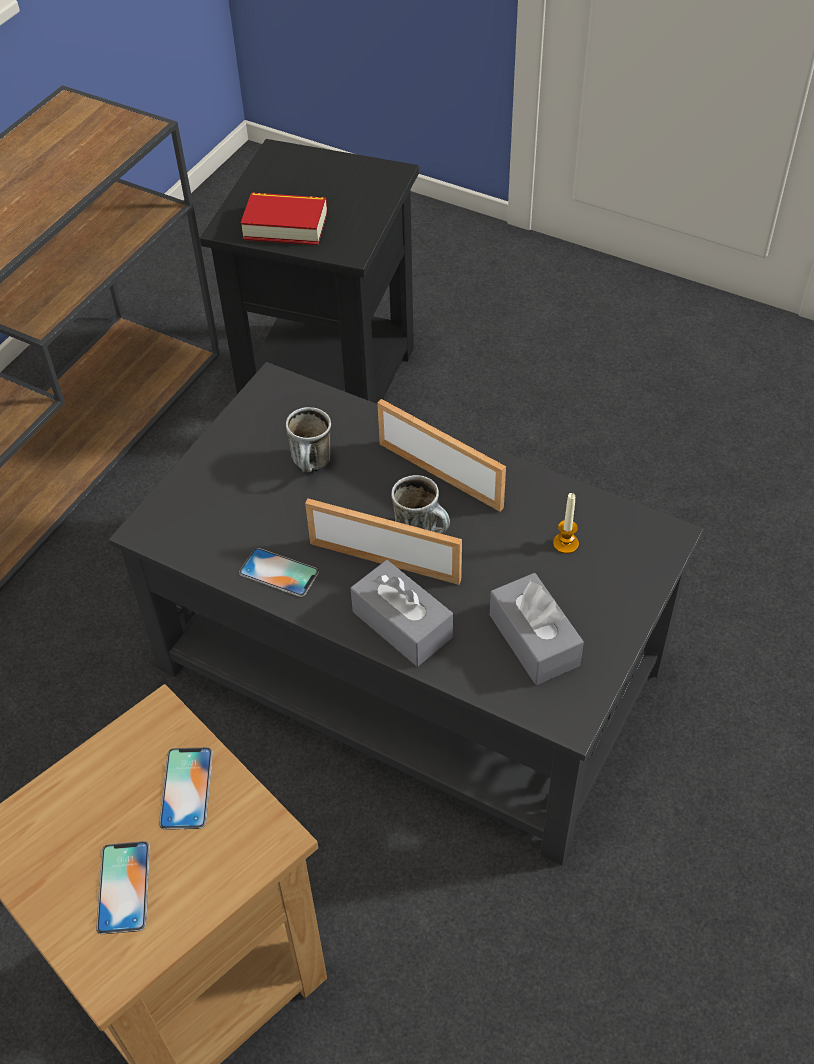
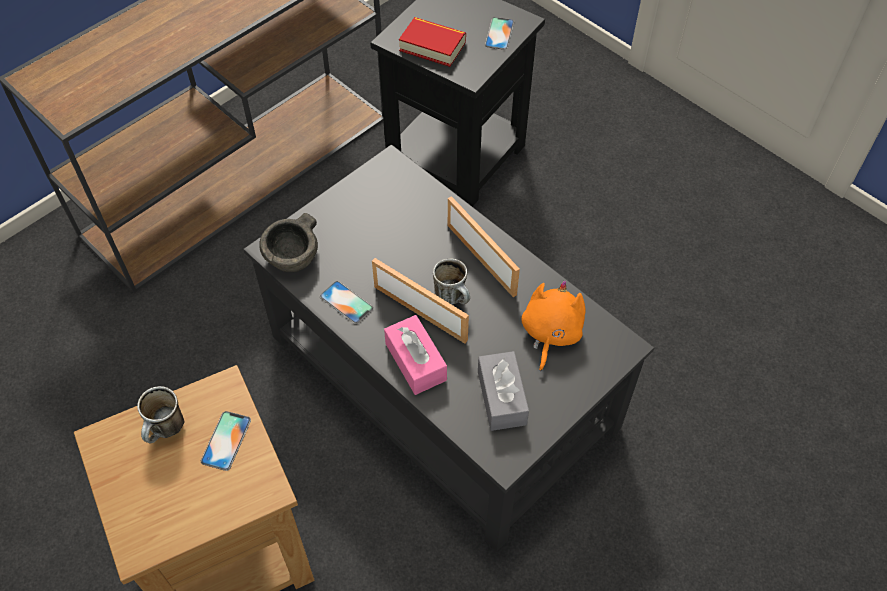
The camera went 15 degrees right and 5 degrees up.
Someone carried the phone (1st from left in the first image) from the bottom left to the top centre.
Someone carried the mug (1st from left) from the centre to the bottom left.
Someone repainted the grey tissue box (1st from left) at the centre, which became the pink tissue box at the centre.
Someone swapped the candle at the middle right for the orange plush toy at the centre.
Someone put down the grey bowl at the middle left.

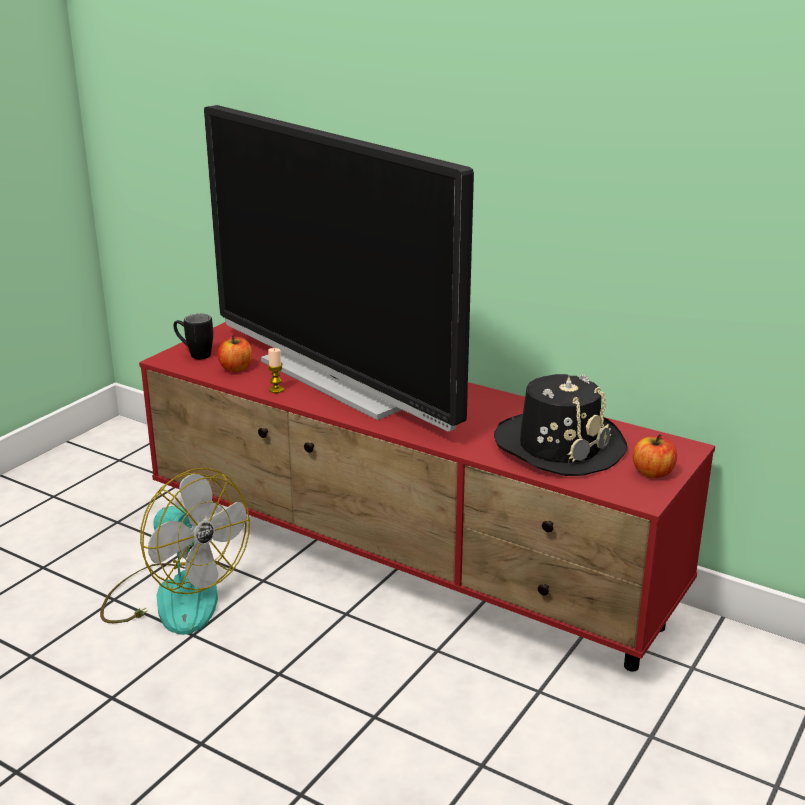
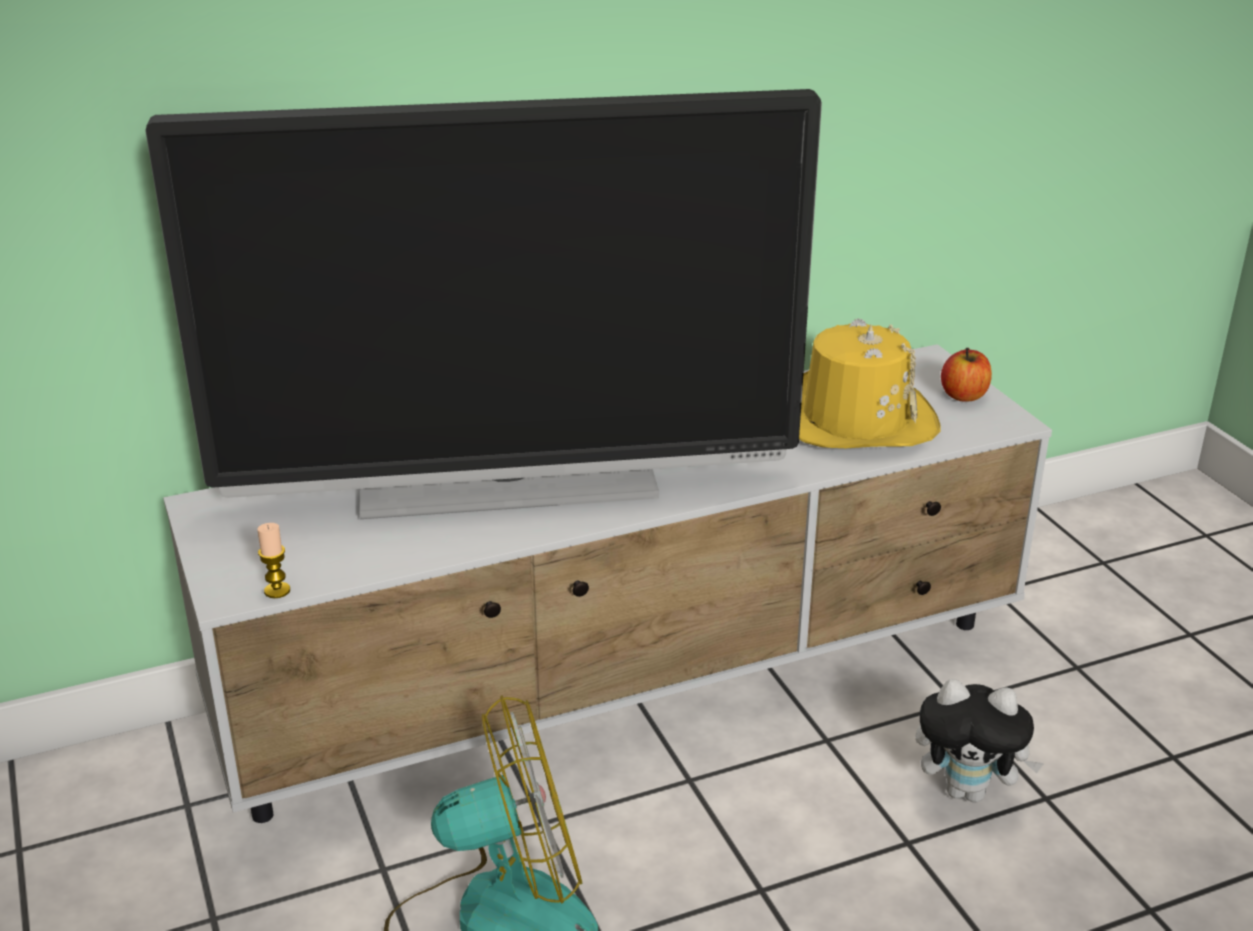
The camera went 55 degrees left and 5 degrees up.
Someone repainted the red tv stand at the centre, which became the white tv stand at the centre.
Someone took away the black mug at the middle left.
Someone took away the apple (1st from left) at the middle left.
Someone carried the candle from the centre to the middle left.
Someone repainted the black hat at the middle right, which became the yellow hat at the middle right.
Someone put down the plush toy at the bottom right.

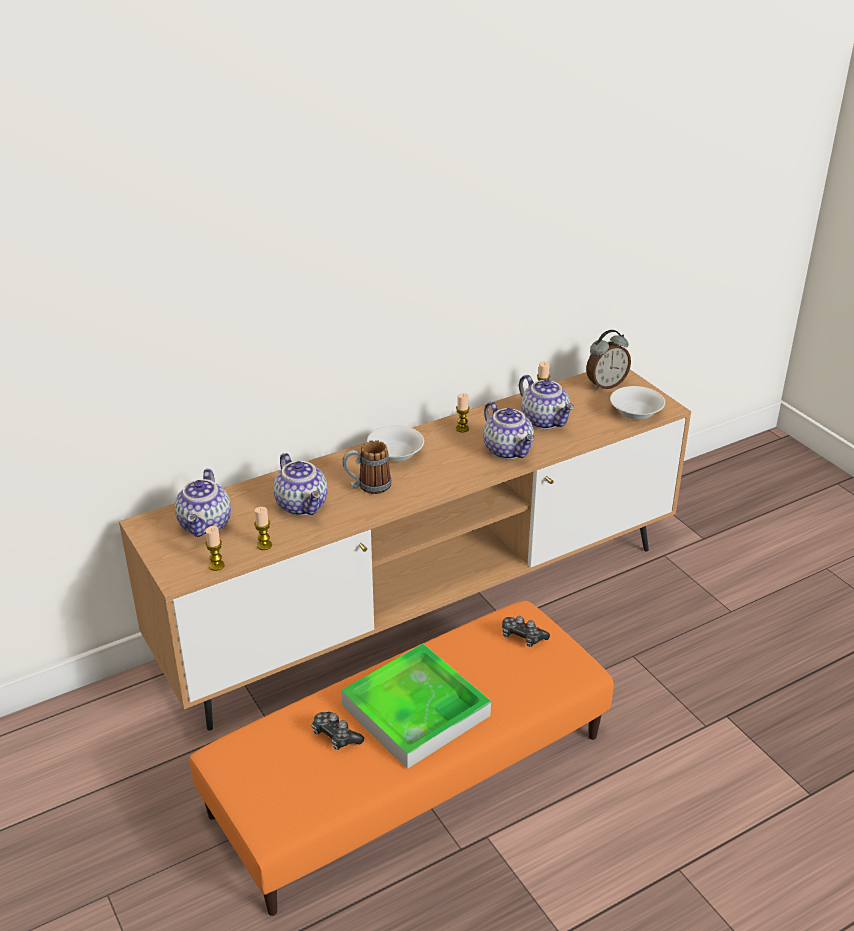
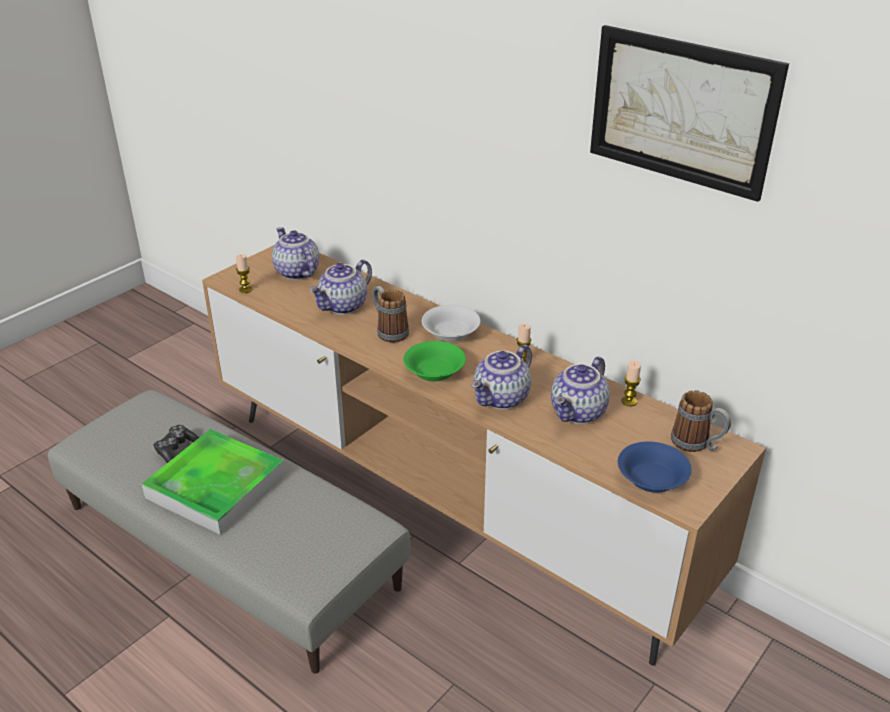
The camera went 70 degrees right and 0 degrees up.
Someone rotated the teapot (1st from left) at the middle left by 75 degrees clockwise.
Someone repainted the orange ottoman at the bottom centre, which became the grey ottoman at the bottom left.
Someone took away the candle (2nd from left) at the middle left.
Someone took away the game controller (2nd from left) at the bottom centre.
Someone swapped the alarm clock at the middle right for the mug (2nd from left) at the middle right.
Someone repainted the white bowl (2nd from left) at the middle right, which became the blue bowl at the middle right.
Someone put down the green bowl at the centre.
Someone put up the picture at the top right.

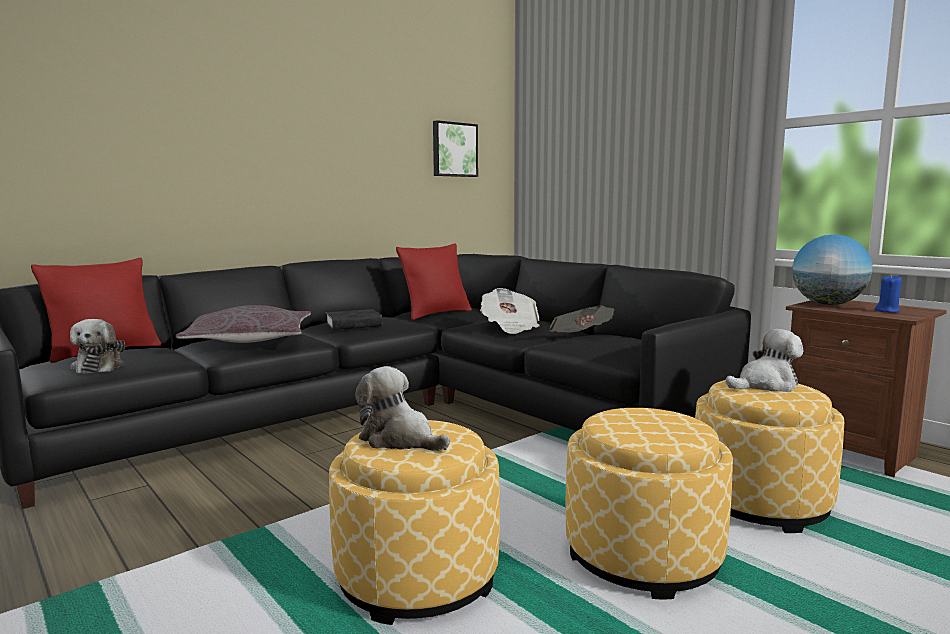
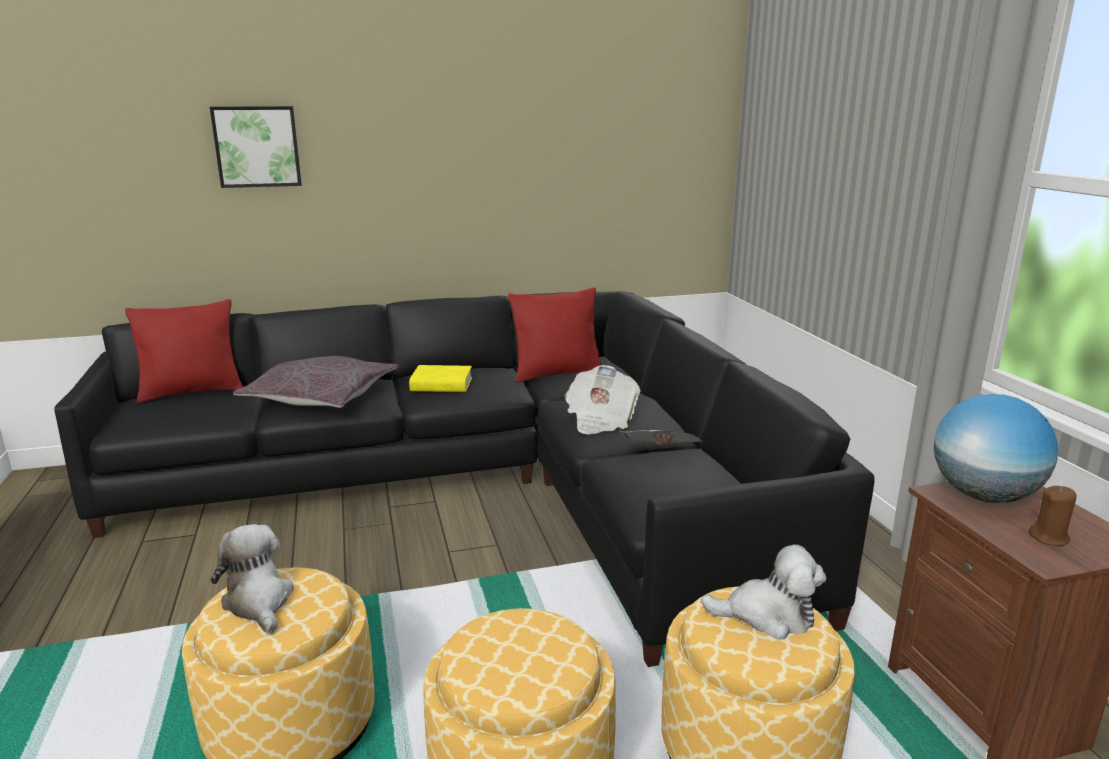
The camera went 25 degrees right and 10 degrees up.
Someone took away the plush toy (1st from left) at the middle left.
Someone repainted the black book at the centre, which became the yellow book at the centre.
Someone carried the picture from the top centre to the top left.
Someone repainted the blue candle at the middle right, which became the brown candle at the bottom right.

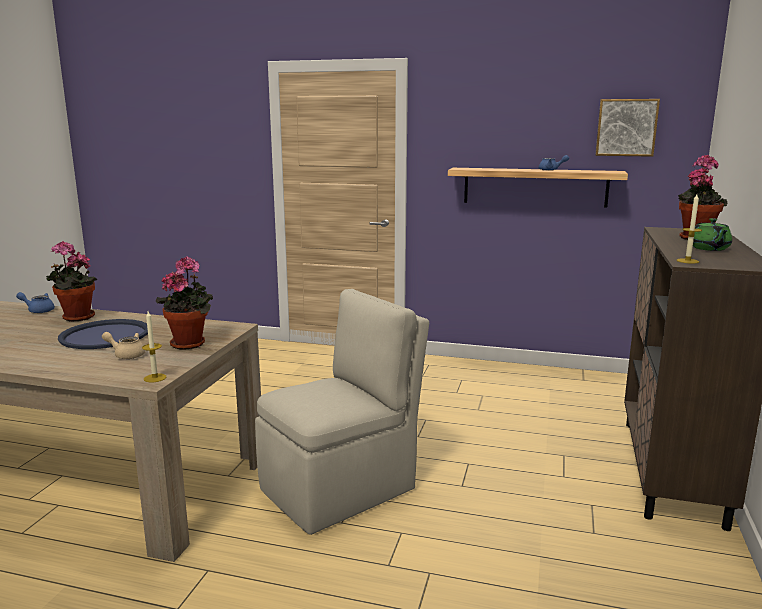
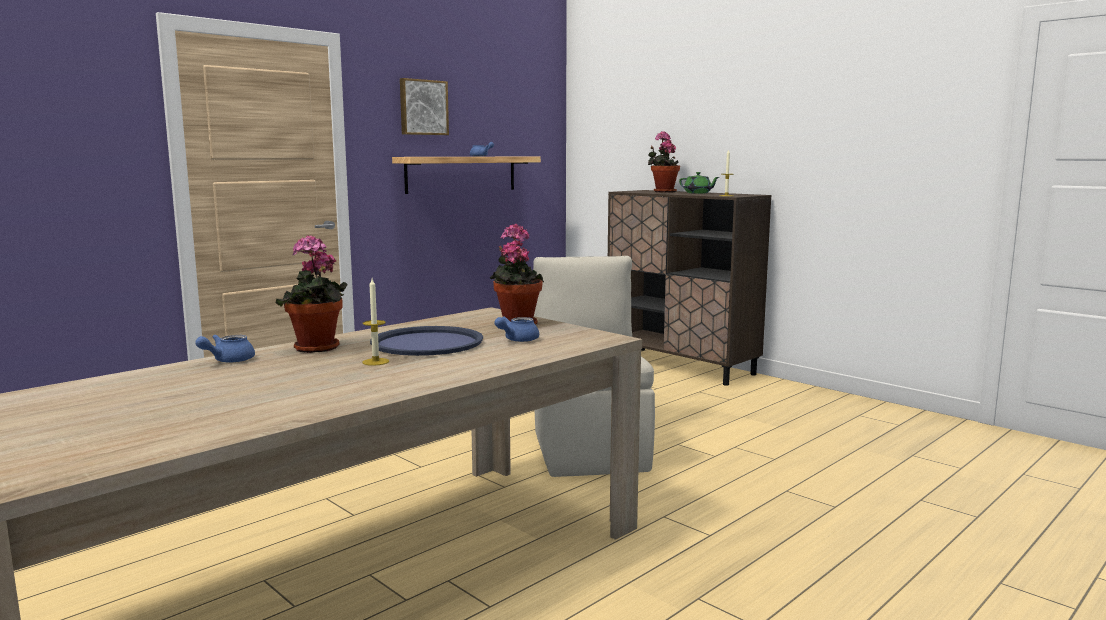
The camera went 60 degrees left and 5 degrees down.
Someone repainted the beige teapot at the middle left, which became the blue teapot (3rd from left) at the centre.
Someone carried the candle (1st from left) from the middle left to the centre.
Someone carried the picture from the top right to the top centre.

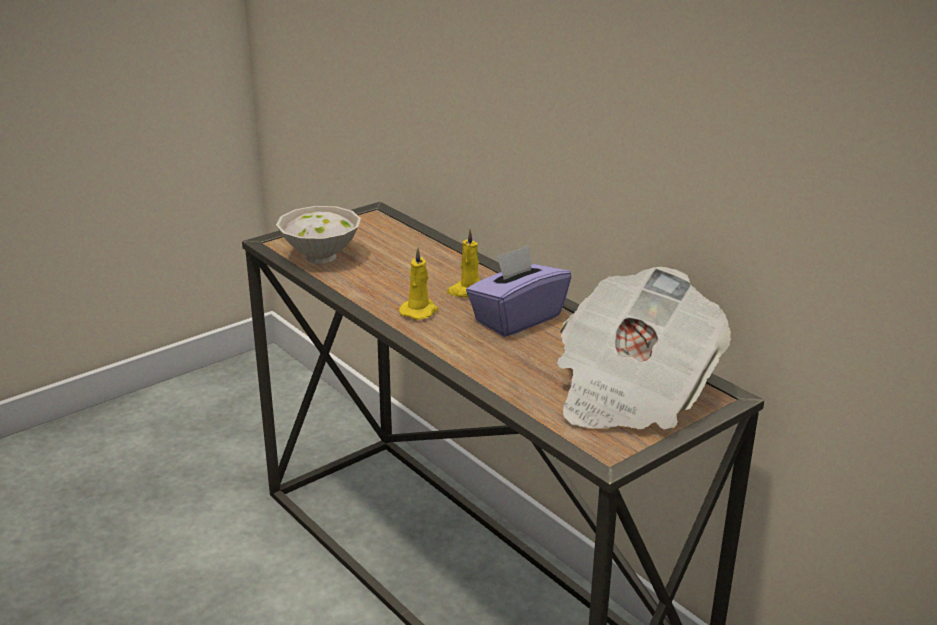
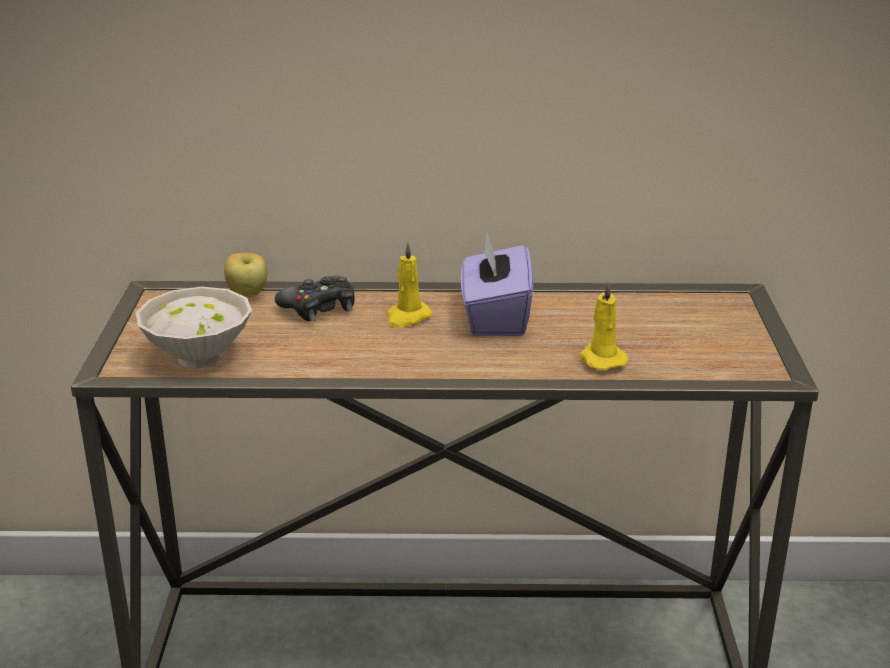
The camera went 50 degrees left and 0 degrees up.
Someone carried the yellow candle (1st from left in the first image) from the centre to the middle right.
Someone took away the newspaper at the middle right.
Someone put down the apple at the middle left.
Someone put down the black game controller at the centre.

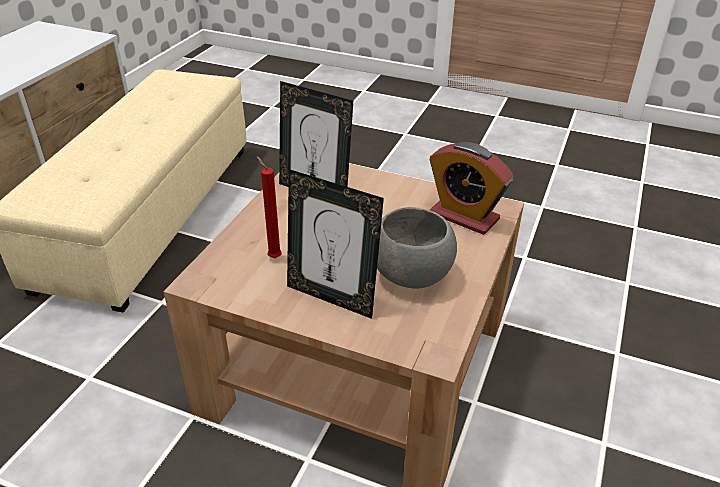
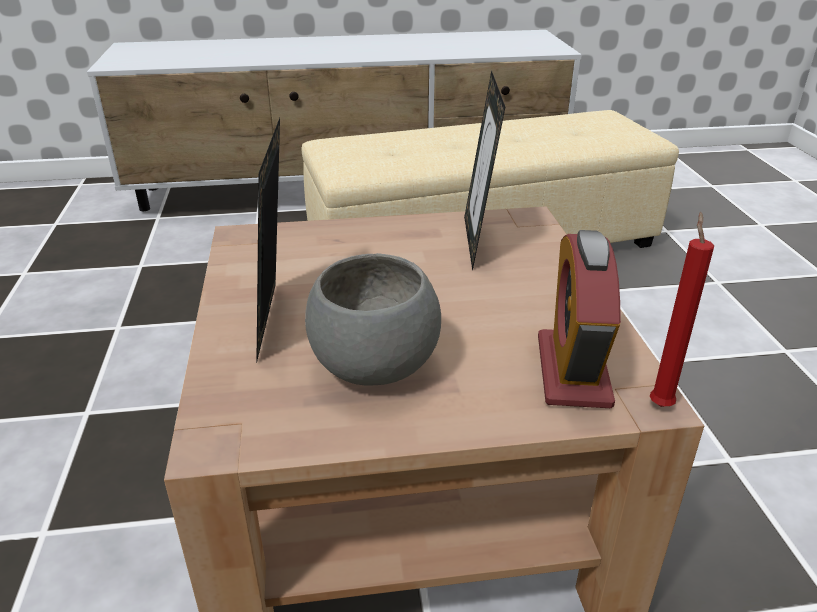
The camera went 60 degrees right and 5 degrees down.
Someone carried the red candle from the centre to the middle right.

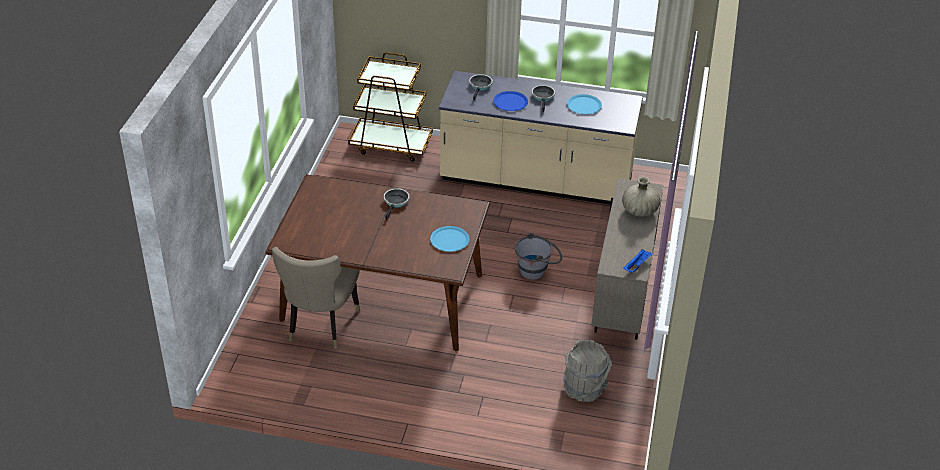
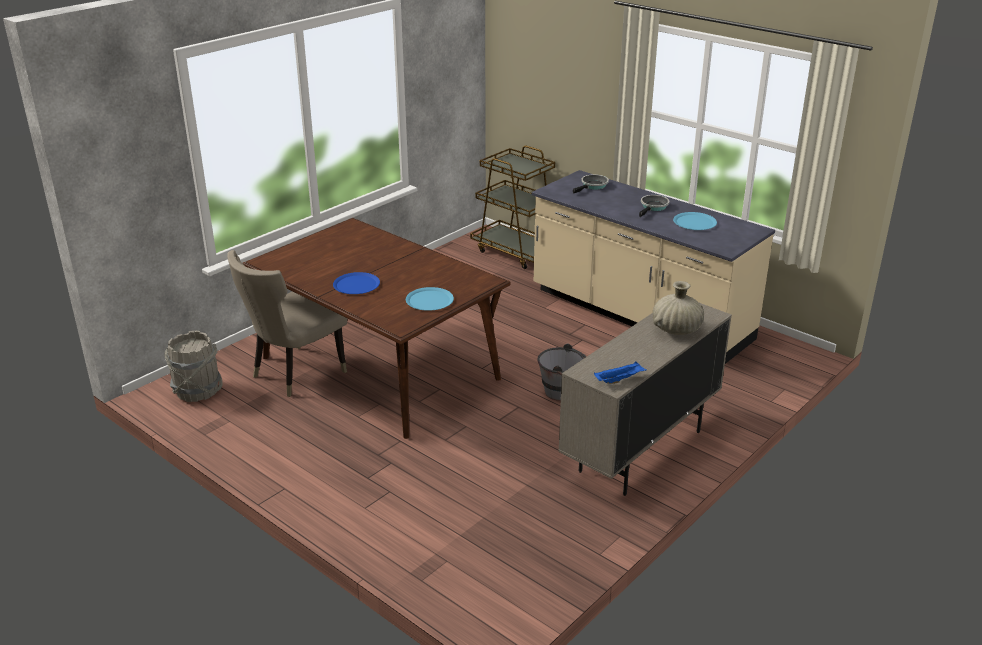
The camera went 30 degrees right and 10 degrees down.
Someone took away the frying pan (1st from left) at the centre.
Someone carried the blue plate (2nd from left in the first image) from the top centre to the centre.
Someone carried the grey bucket (2nd from left in the first image) from the bottom centre to the middle left.

